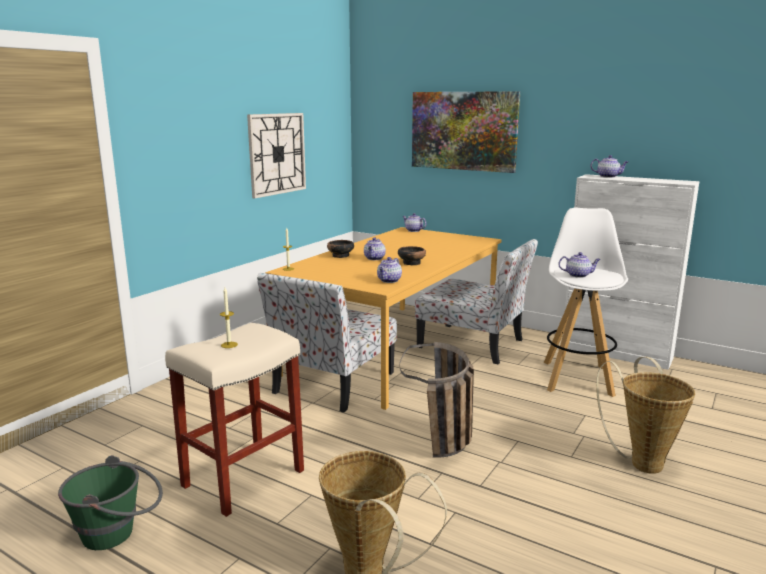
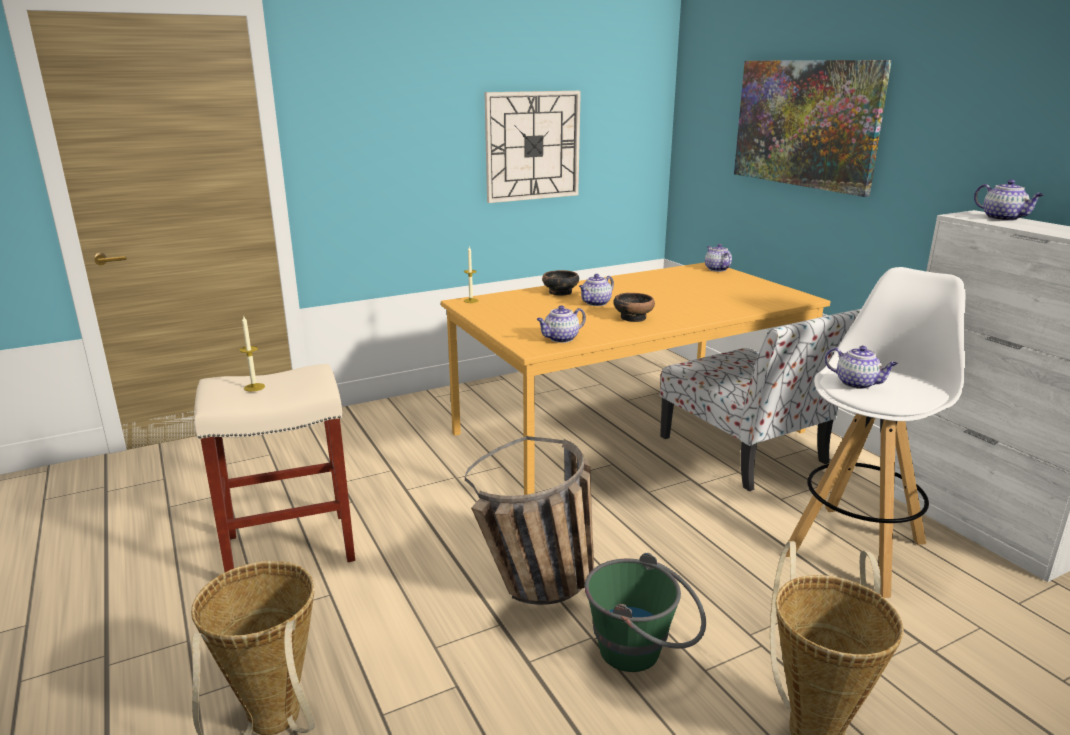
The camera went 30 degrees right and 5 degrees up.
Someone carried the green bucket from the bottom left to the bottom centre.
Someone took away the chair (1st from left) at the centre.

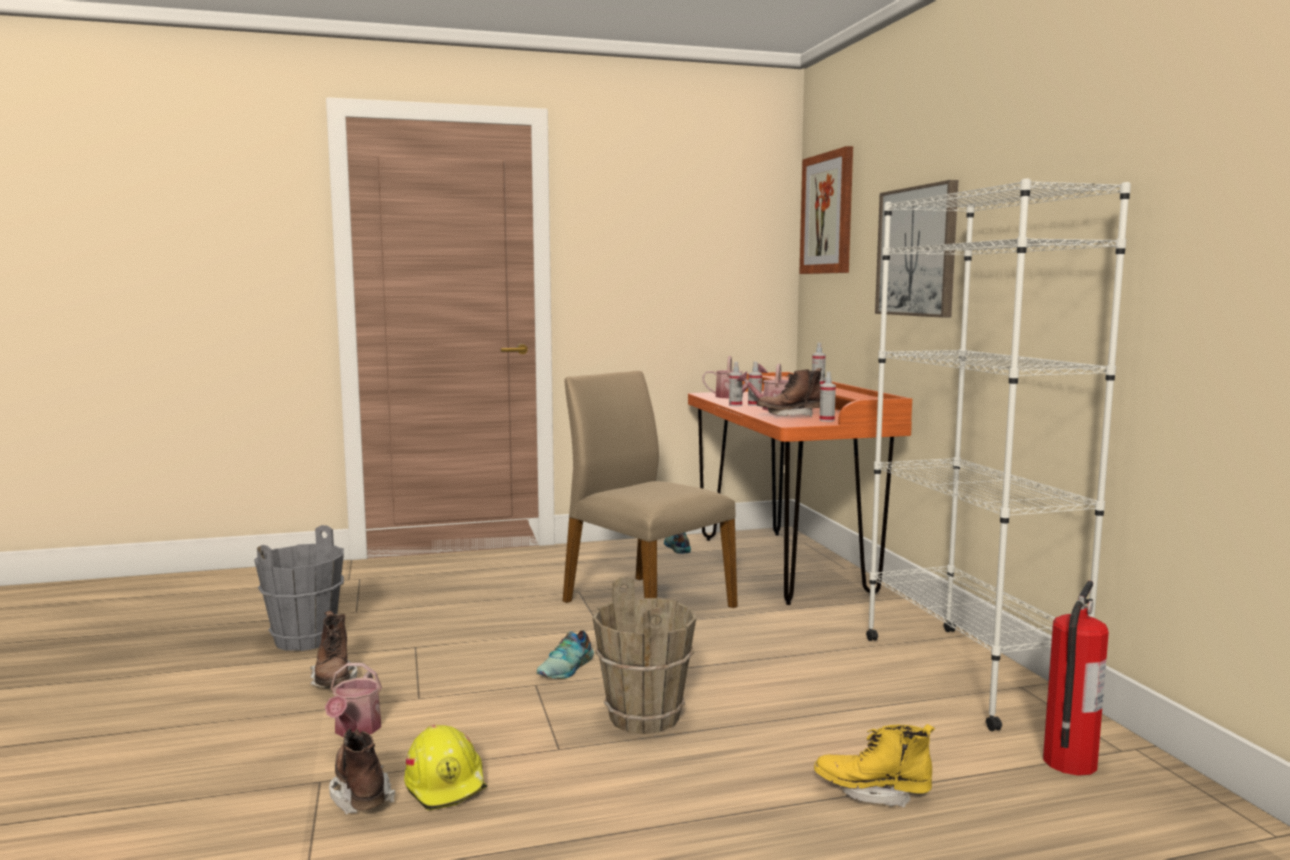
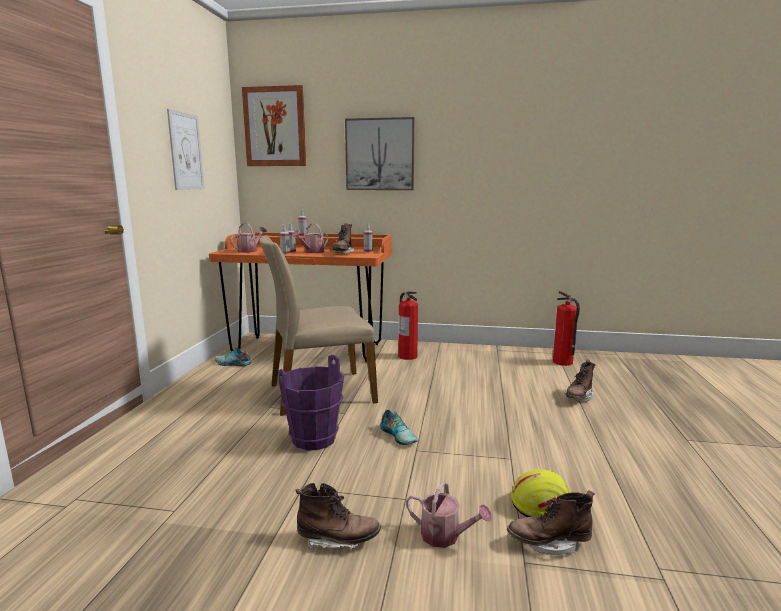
The camera went 65 degrees left and 5 degrees up.
Someone took away the grey bucket at the bottom left.
Someone took away the brown bucket at the bottom centre.
Someone repainted the yellow boot at the bottom right, which became the brown boot (4th from left) at the middle right.
Someone took away the white bookcase at the middle right.
Someone put up the picture (1st from left) at the top left.
Someone put down the purple bucket at the centre.
Someone put down the fire extinguisher (1st from left) at the centre.

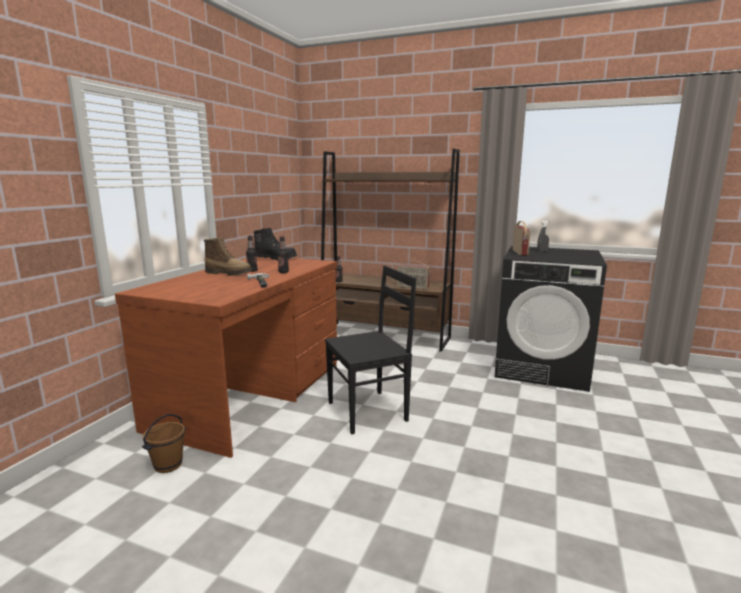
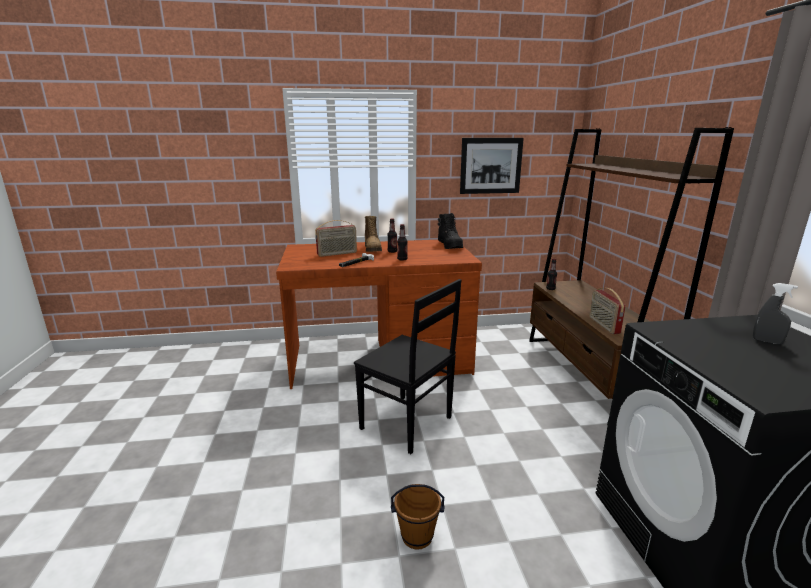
The camera went 60 degrees right and 5 degrees up.
Someone carried the brown bucket from the bottom left to the bottom centre.
Someone carried the radio (2nd from left in the first image) from the middle right to the centre.
Someone put up the picture at the top centre.

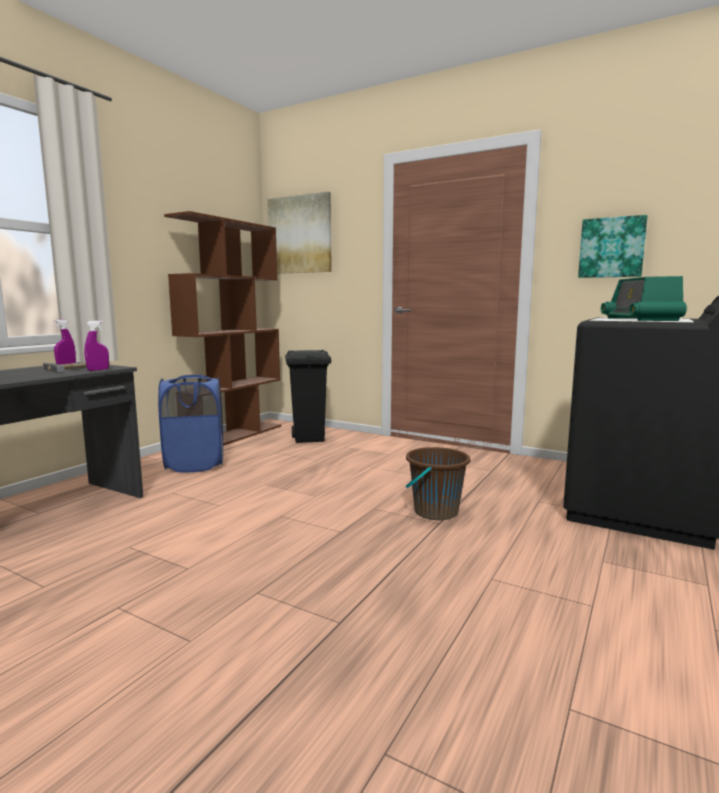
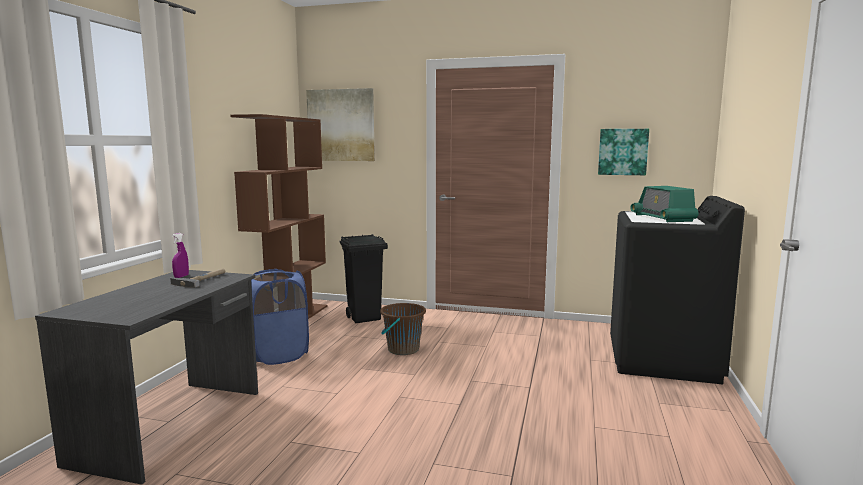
The camera went 15 degrees left and 0 degrees up.
Someone took away the purple spray bottle (2nd from left) at the middle left.
Someone carried the brown bucket from the centre to the bottom centre.

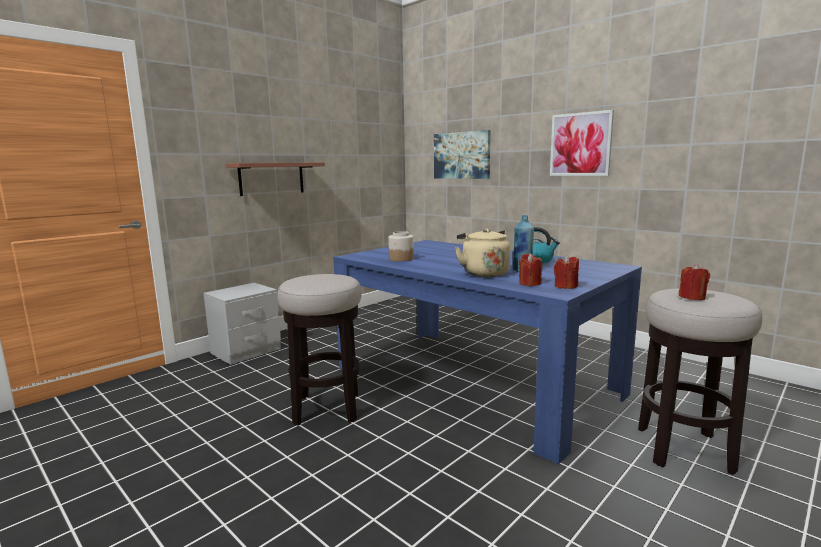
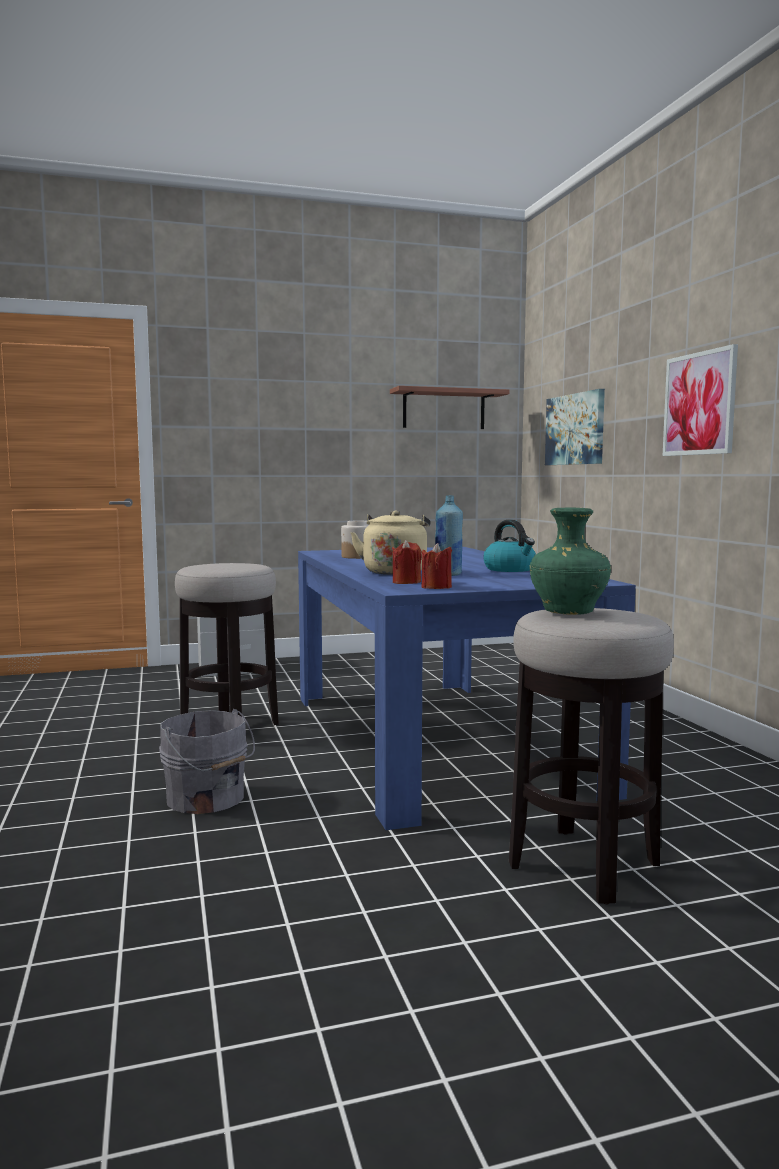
The camera went 30 degrees right and 5 degrees down.
Someone carried the shelf from the top centre to the centre.
Someone swapped the red candle (3rd from left) at the middle right for the green vase at the middle right.
Someone put down the grey bucket at the middle left.

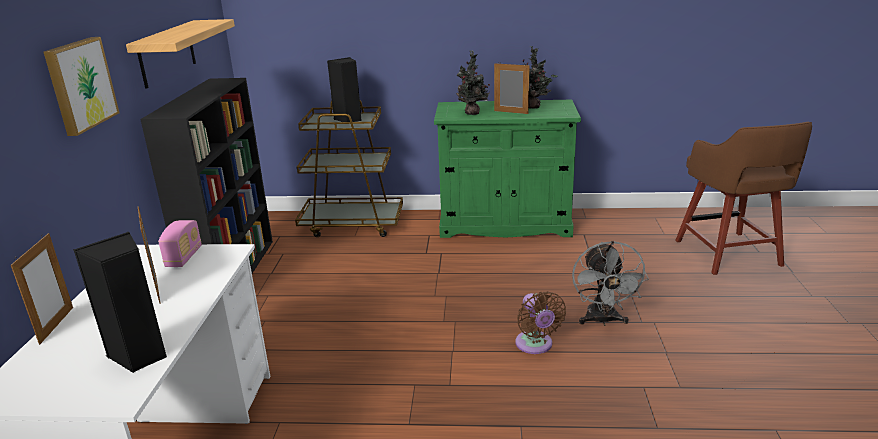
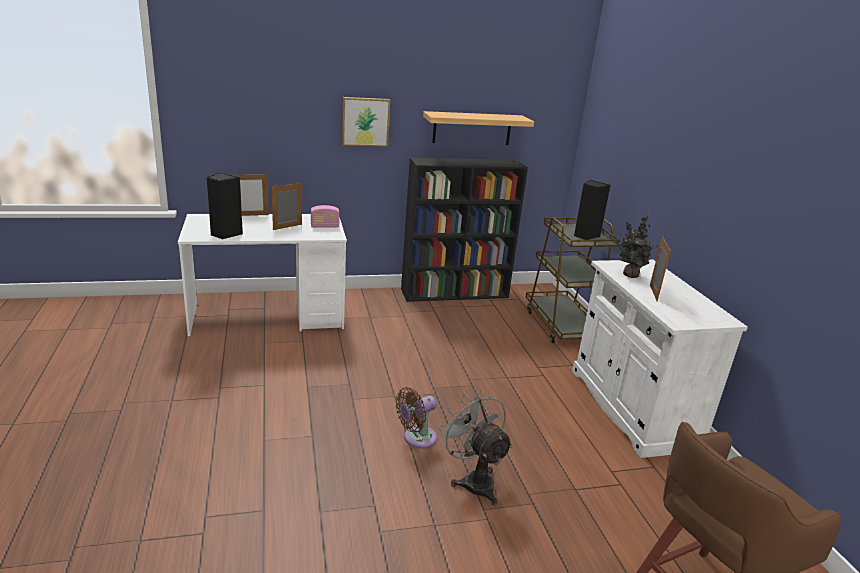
The camera went 70 degrees right and 0 degrees up.
Someone repainted the green cabinet at the centre, which became the white cabinet at the middle right.
Someone took away the potted plant (2nd from left) at the top centre.
Someone rotated the grey fan at the middle right by 75 degrees clockwise.

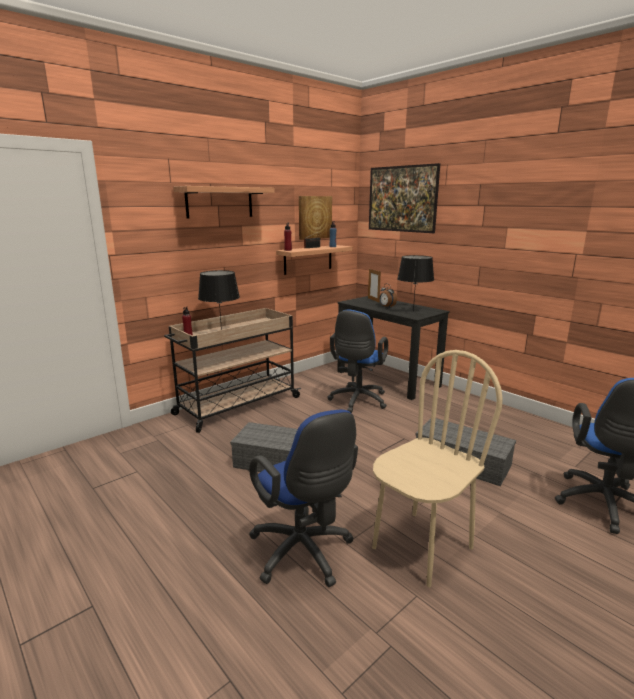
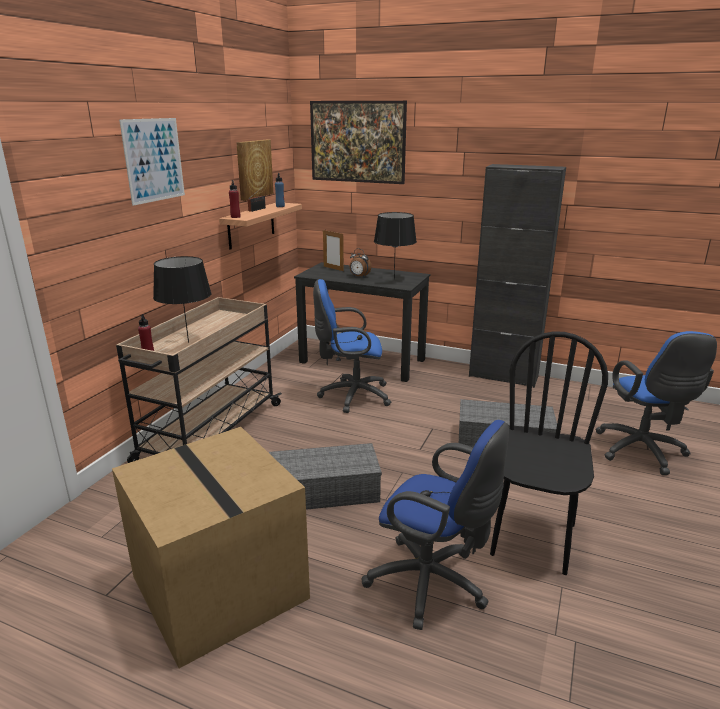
The camera went 25 degrees left and 5 degrees up.
Someone swapped the shelf (1st from left) at the top centre for the picture (1st from left) at the top left.
Someone rotated the blue office chair (2nd from left in the first image) at the centre by 90 degrees clockwise.
Someone repainted the beige chair at the bottom right, which became the black chair at the middle right.
Someone put down the cardboard box at the bottom left.
Someone put down the black cabinet at the middle right.

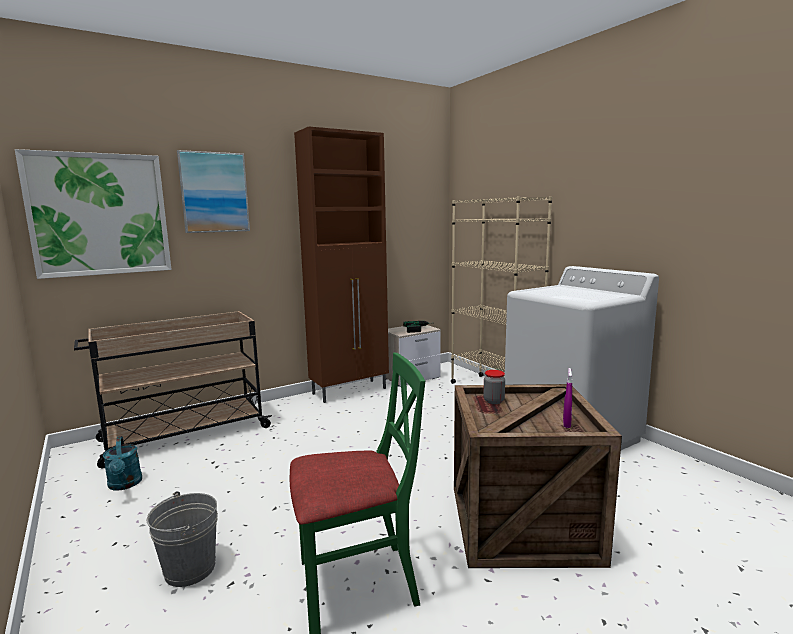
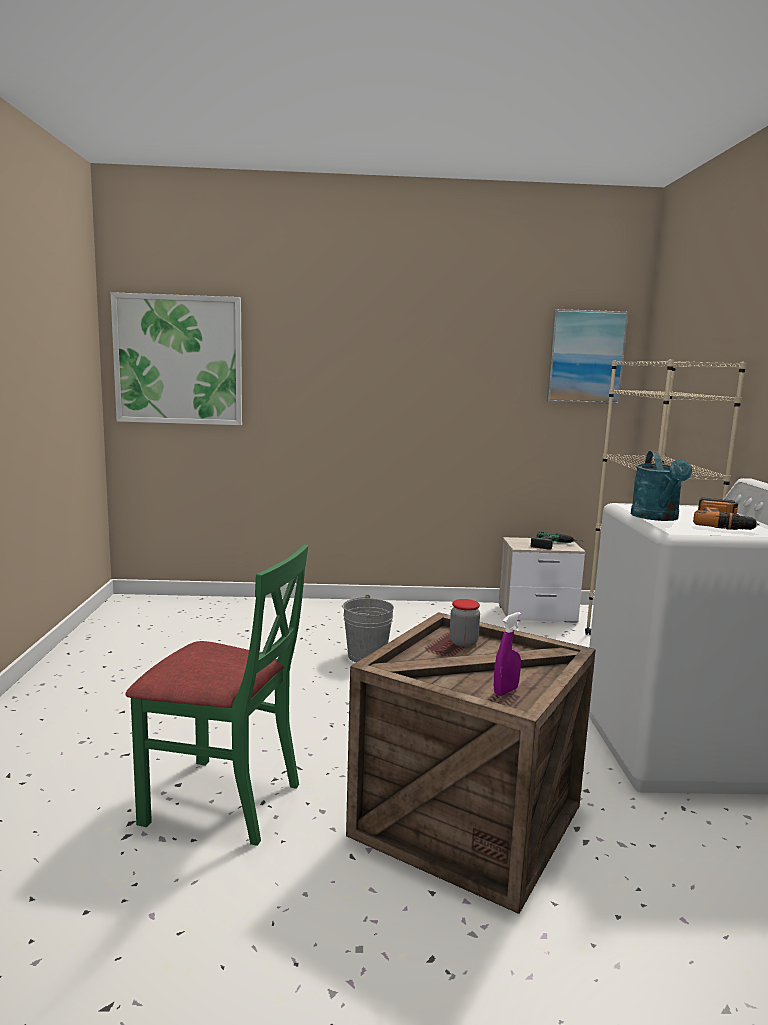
The camera went 30 degrees right and 0 degrees up.
Someone took away the beige cart at the middle left.
Someone carried the turquoise watering can from the bottom left to the middle right.
Someone carried the grey bucket from the bottom left to the centre.
Someone carried the picture (2nd from left) from the top left to the middle right.
Someone took away the brown cabinet at the centre.
Someone put down the power drill (2nd from left) at the middle right.

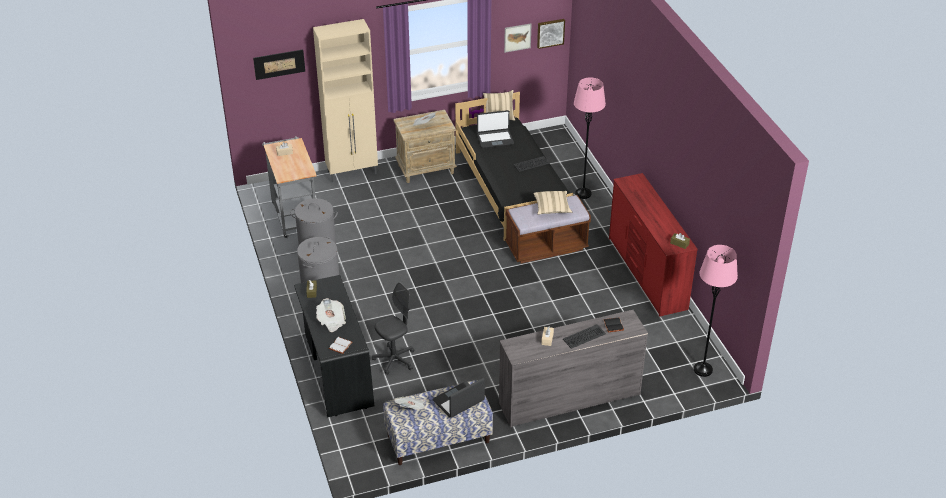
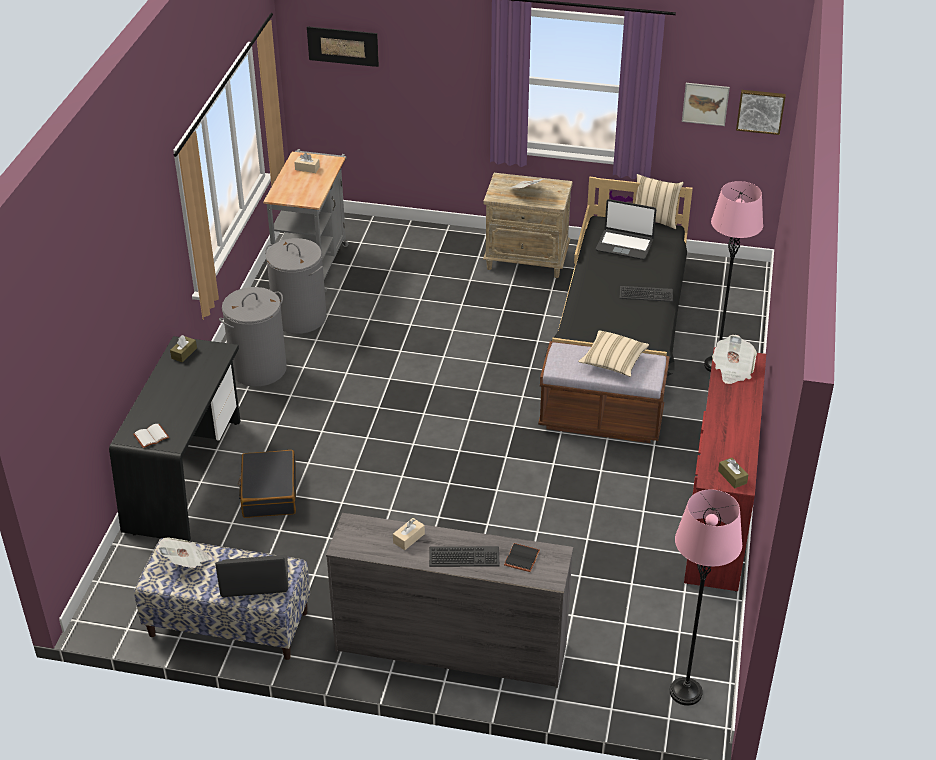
The camera went 30 degrees right and 0 degrees up.
Someone took away the beige cabinet at the top centre.
Someone carried the newspaper (1st from left in the first image) from the centre to the middle right.
Someone swapped the grey office chair at the centre for the black suitcase at the middle left.

